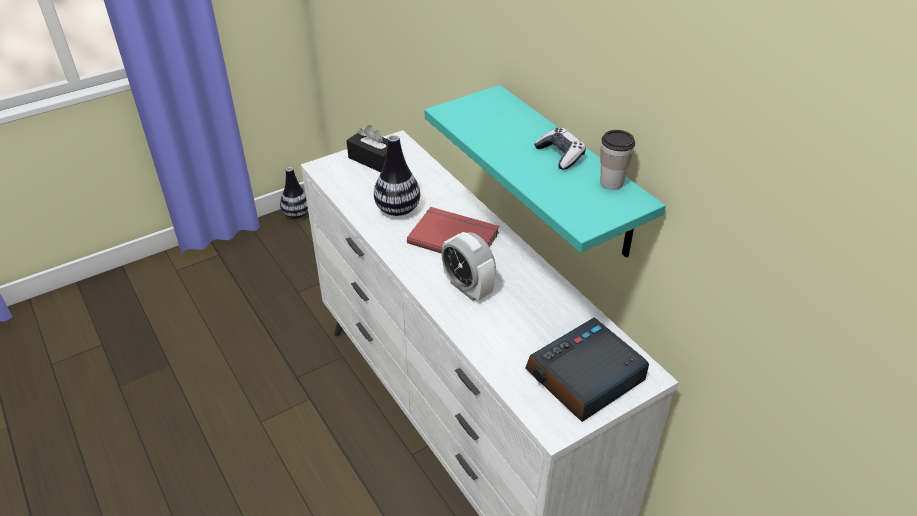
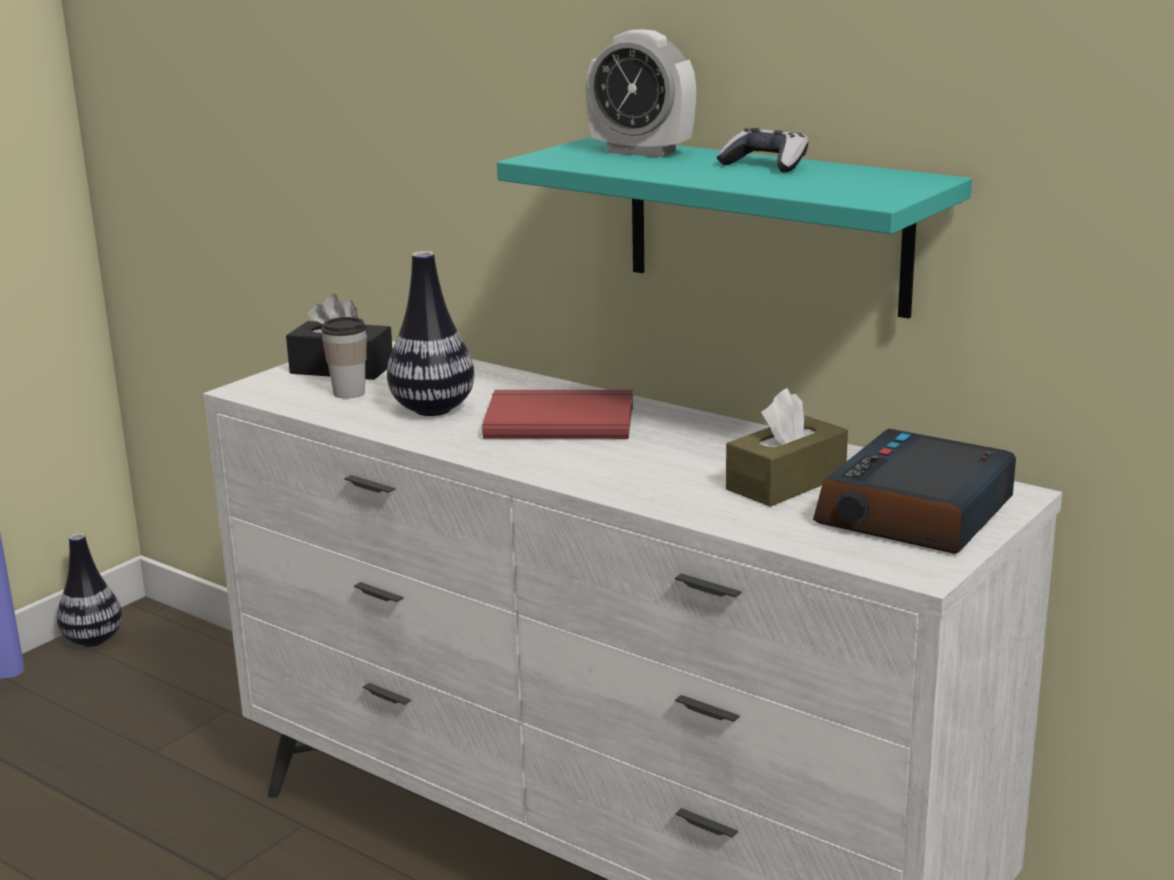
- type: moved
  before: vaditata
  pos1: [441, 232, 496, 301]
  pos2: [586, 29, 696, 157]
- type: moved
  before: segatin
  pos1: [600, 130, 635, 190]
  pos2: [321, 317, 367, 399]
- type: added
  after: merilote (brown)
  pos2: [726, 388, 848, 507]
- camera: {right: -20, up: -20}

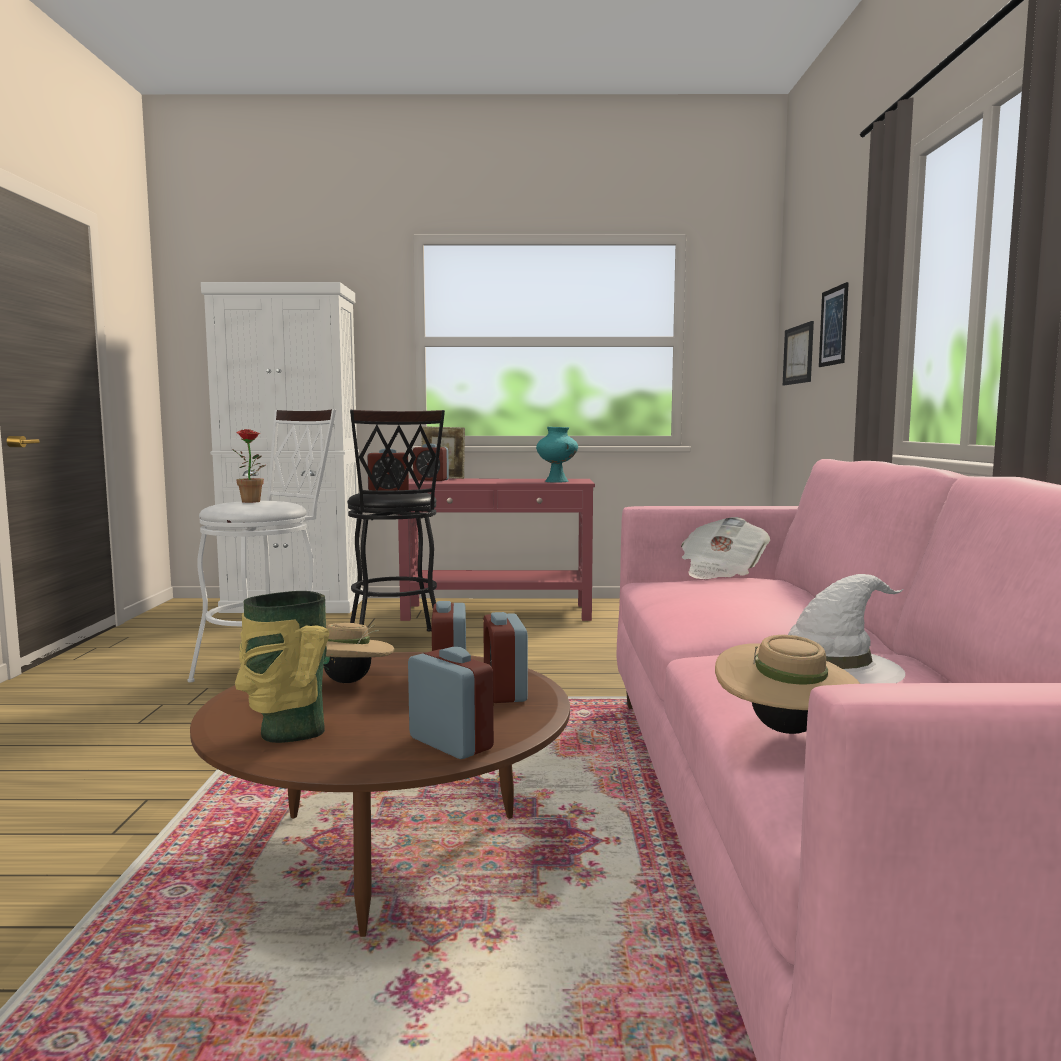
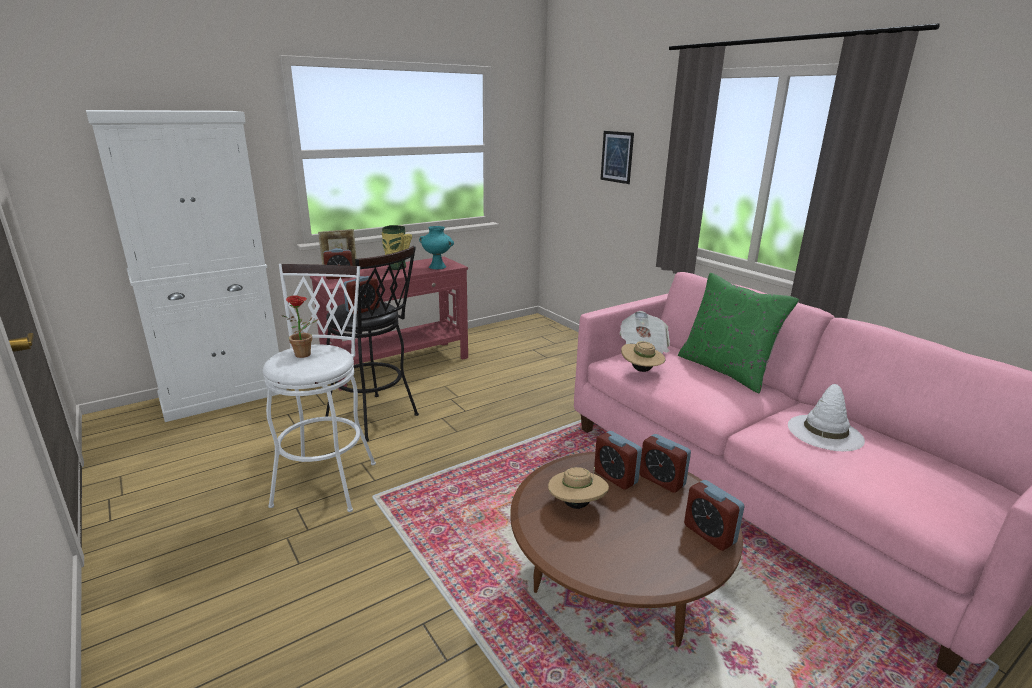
- type: moved
  before: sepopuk
  pos1: [235, 591, 329, 743]
  pos2: [382, 225, 412, 270]
- type: turned
  before: vaditata
  pos1: [408, 647, 494, 759]
  pos2: [684, 480, 745, 551]
  turn: -135
- type: moved
  before: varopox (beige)
  pos1: [715, 635, 860, 734]
  pos2: [621, 341, 666, 372]
- type: removed
  before: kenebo
  pos1: [783, 321, 814, 385]
- type: added
  after: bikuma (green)
  pos2: [678, 273, 799, 393]
- camera: {right: -35, up: 15}

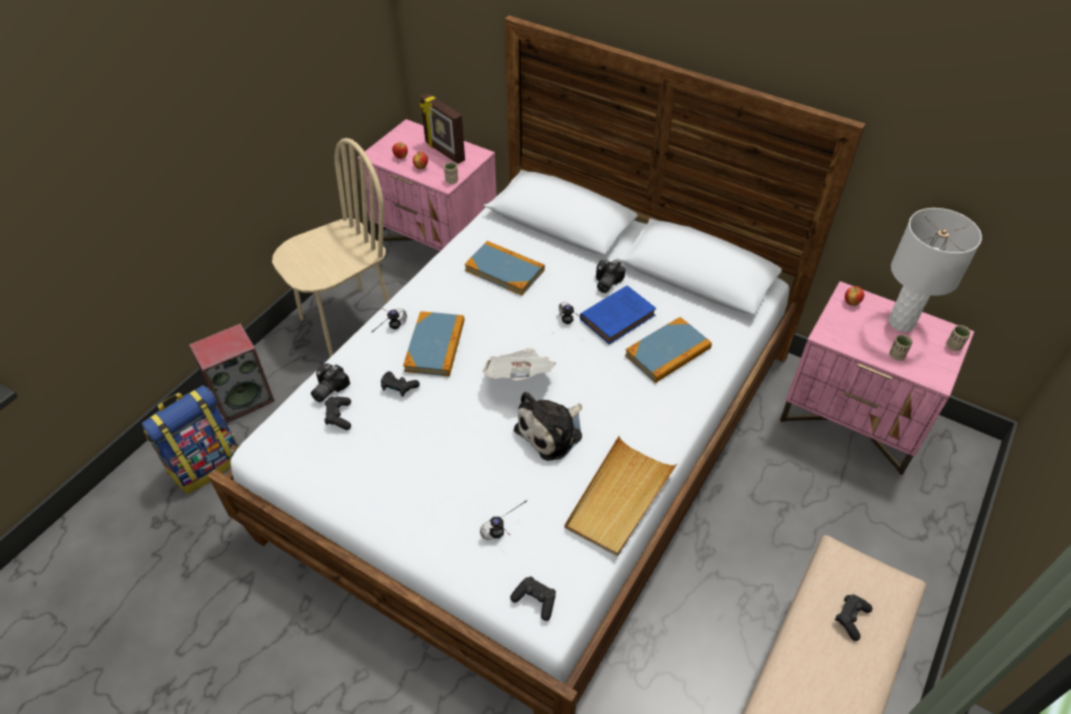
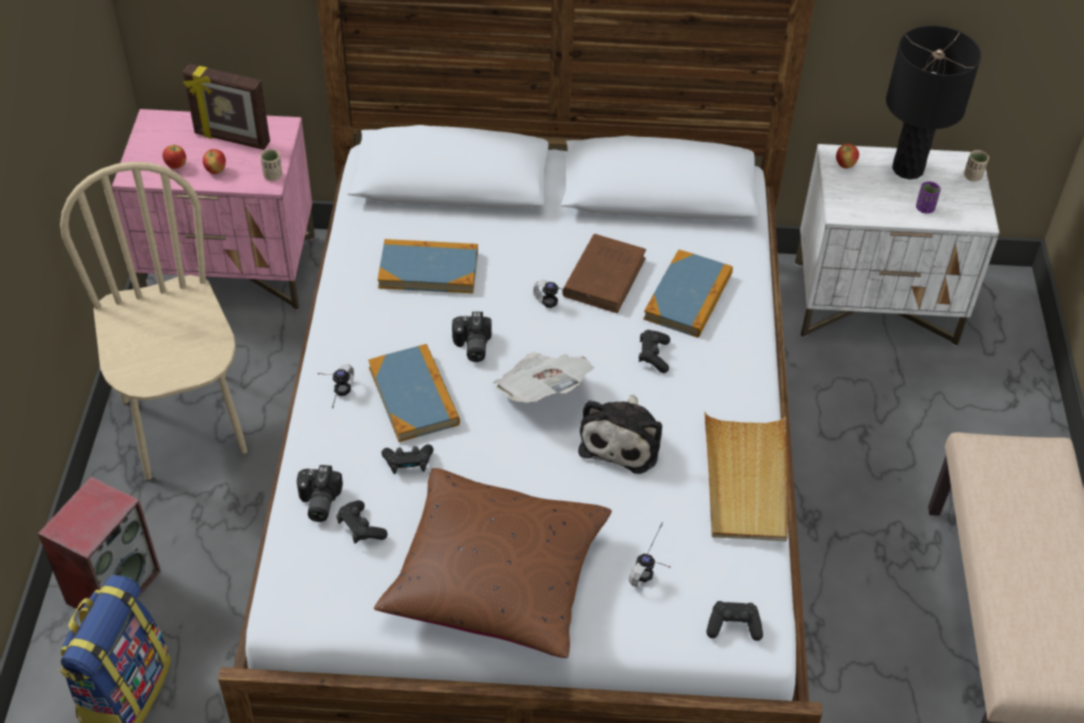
- type: turned
  before: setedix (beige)
  pos1: [272, 138, 389, 357]
  pos2: [60, 162, 247, 480]
  turn: -45
- type: recoloured
  before: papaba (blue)
  after: papaba (brown)
  pos1: [580, 285, 656, 345]
  pos2: [562, 234, 646, 313]
- type: moved
  before: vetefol
  pos1: [596, 260, 625, 293]
  pos2: [452, 312, 492, 362]
- type: recoloured
  before: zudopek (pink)
  after: zudopek (white)
  pos1: [780, 281, 974, 476]
  pos2: [795, 144, 999, 346]
- type: moved
  before: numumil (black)
  pos1: [835, 594, 873, 641]
  pos2: [639, 330, 670, 373]
- type: recoloured
  before: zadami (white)
  after: zadami (black)
  pos1: [889, 208, 982, 332]
  pos2: [886, 25, 981, 179]
- type: recoloured
  before: segatin (beige)
  after: segatin (purple)
  pos1: [889, 335, 913, 361]
  pos2: [916, 181, 941, 214]
- type: added
  after: bikuma (brown)
  pos2: [374, 468, 612, 658]
- camera: {right: -30, up: 0}

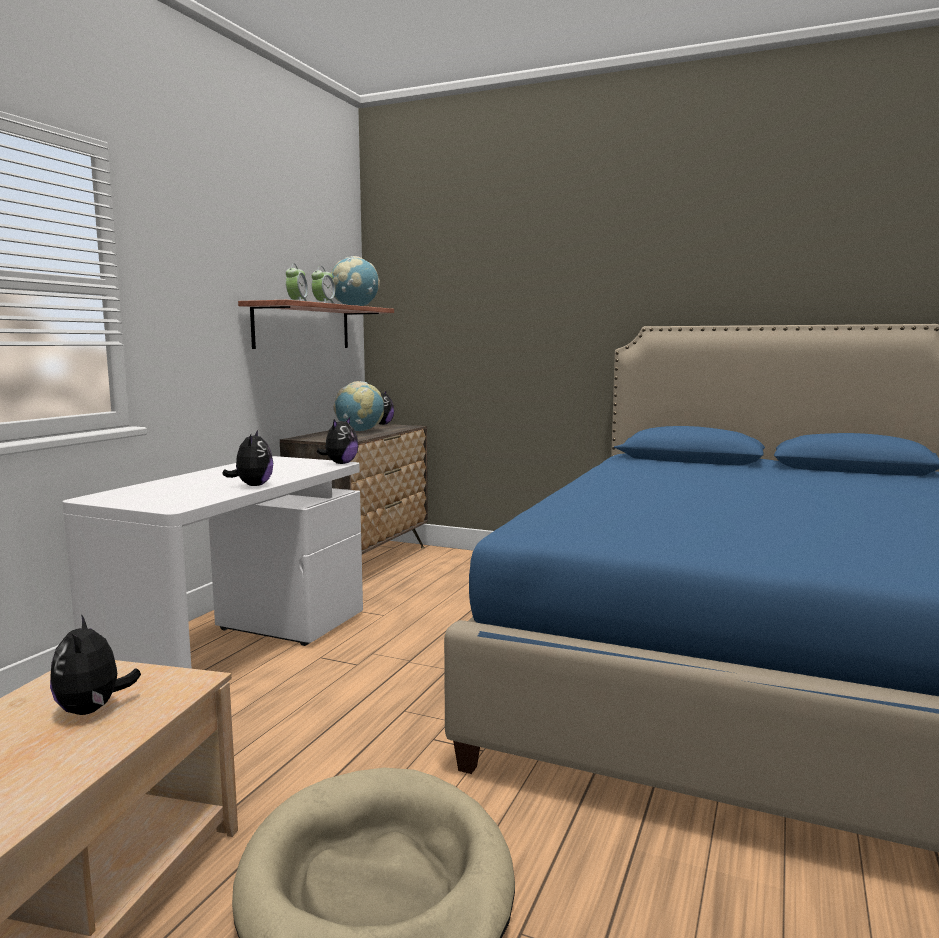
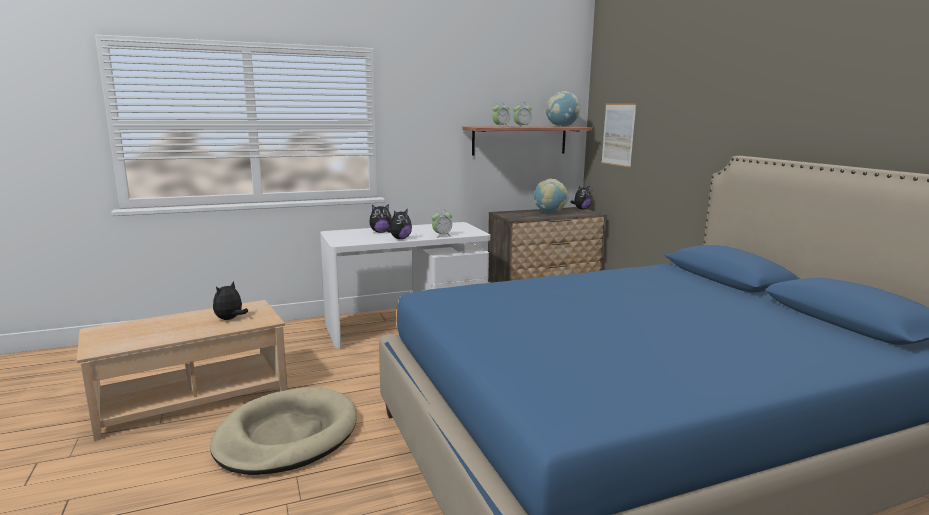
- type: moved
  before: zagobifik
  pos1: [317, 417, 359, 464]
  pos2: [369, 204, 392, 233]
- type: added
  after: vaditata
  pos2: [431, 209, 452, 238]
- type: added
  after: kenebo
  pos2: [601, 103, 637, 168]
- camera: {right: 45, up: 5}

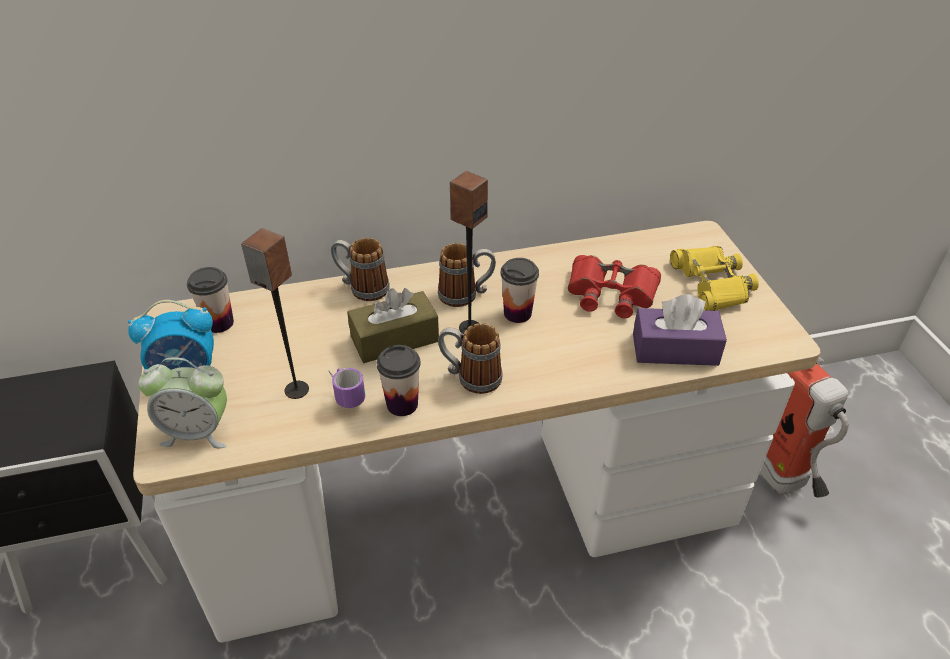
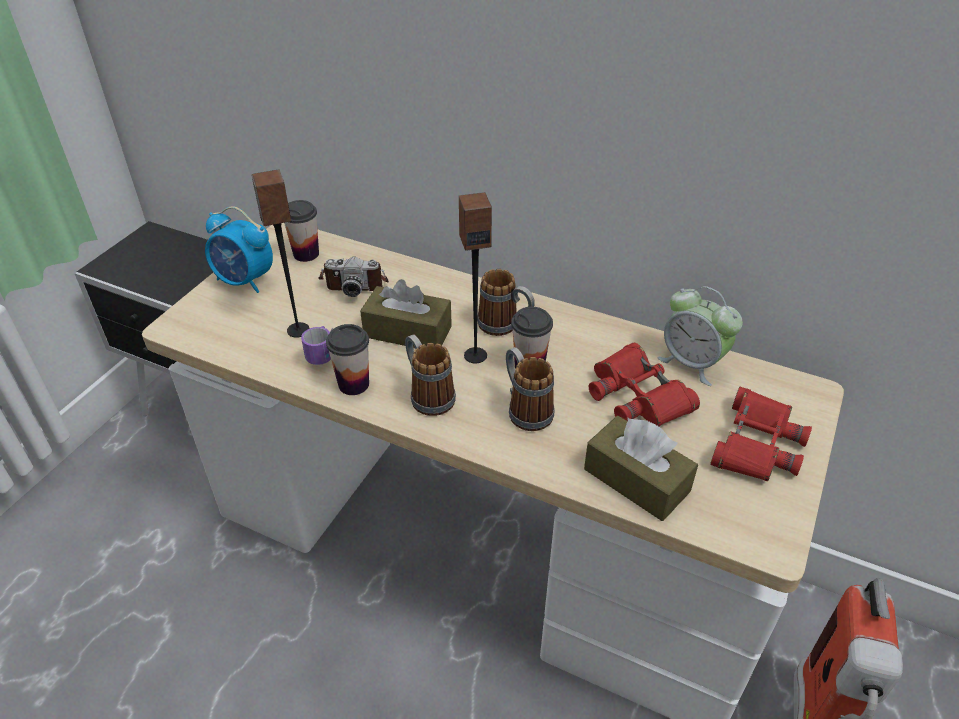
- type: moved
  before: vaditata
  pos1: [138, 357, 227, 448]
  pos2: [657, 286, 743, 386]
- type: moved
  before: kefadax
  pos1: [331, 238, 390, 301]
  pos2: [506, 347, 554, 431]
- type: recoloured
  before: merilote (purple)
  after: merilote (brown)
  pos1: [633, 294, 727, 366]
  pos2: [584, 416, 698, 521]
- type: recoloured
  before: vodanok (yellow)
  after: vodanok (red)
  pos1: [670, 246, 759, 311]
  pos2: [710, 387, 812, 481]
- type: added
  after: vetefol
  pos2: [319, 257, 389, 297]
- camera: {right: 40, up: 0}

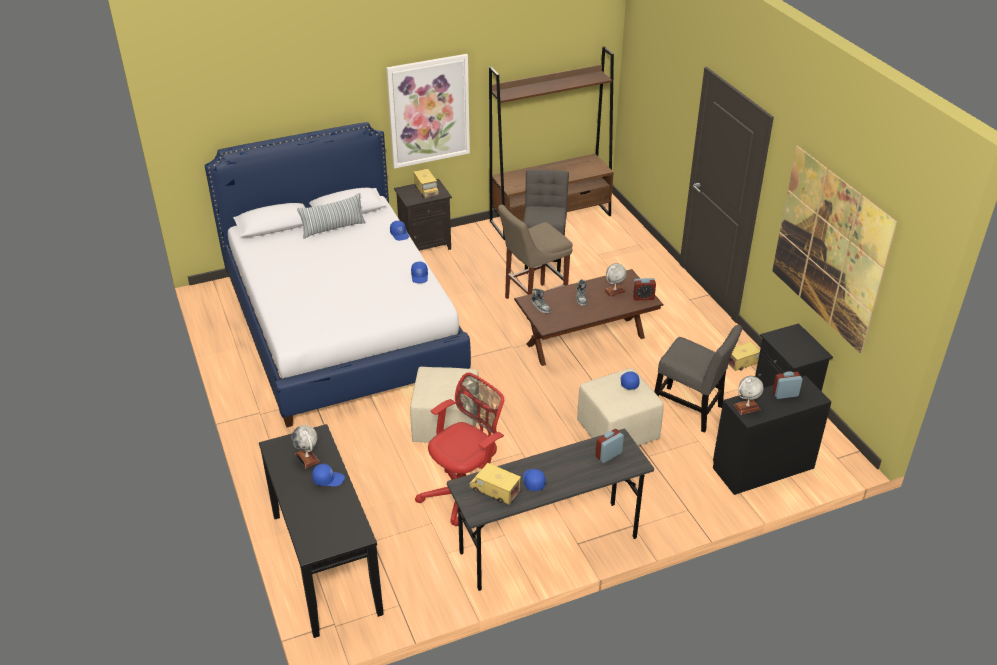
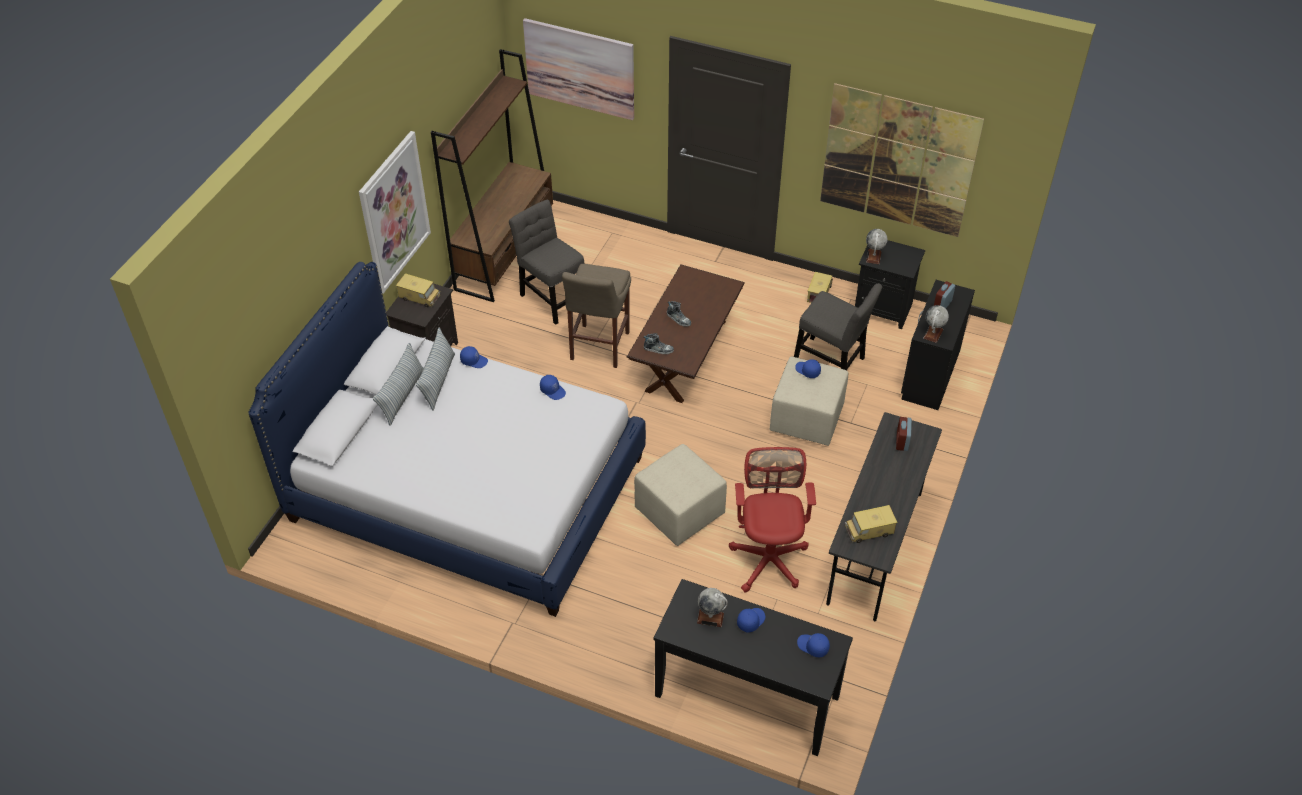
- type: moved
  before: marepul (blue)
  pos1: [523, 469, 546, 491]
  pos2: [797, 633, 830, 657]
- type: moved
  before: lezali
  pos1: [604, 263, 626, 297]
  pos2: [866, 229, 888, 264]
- type: removed
  before: vaditata
  pos1: [633, 278, 656, 300]
- type: turned
  before: setedix (grey)
  pos1: [654, 325, 742, 433]
  pos2: [794, 283, 882, 370]
  turn: 45
- type: added
  after: bikuma
  pos2: [416, 328, 455, 410]
- type: added
  after: kenebo
  pos2: [523, 18, 634, 120]
- camera: {right: -45, up: 10}

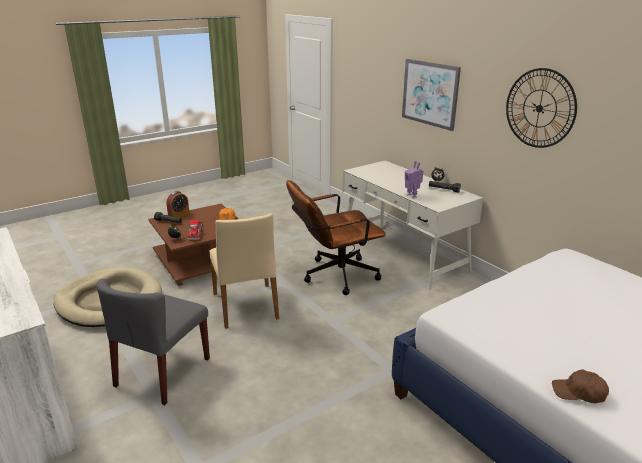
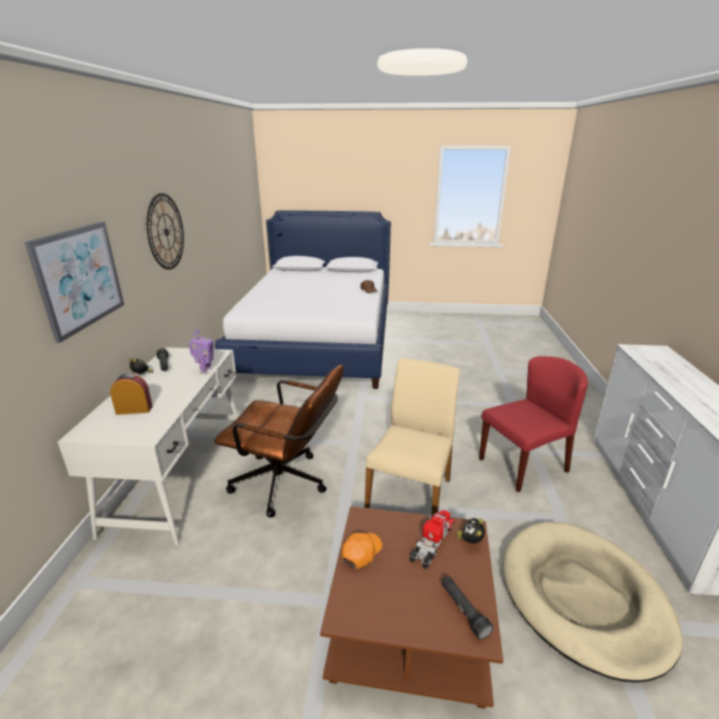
- type: recoloured
  before: setedix (grey)
  after: setedix (red)
  pos1: [96, 279, 210, 405]
  pos2: [479, 356, 588, 492]
- type: moved
  before: vaditata
  pos1: [166, 191, 190, 217]
  pos2: [110, 374, 152, 415]
- camera: {right: -140, up: 0}

